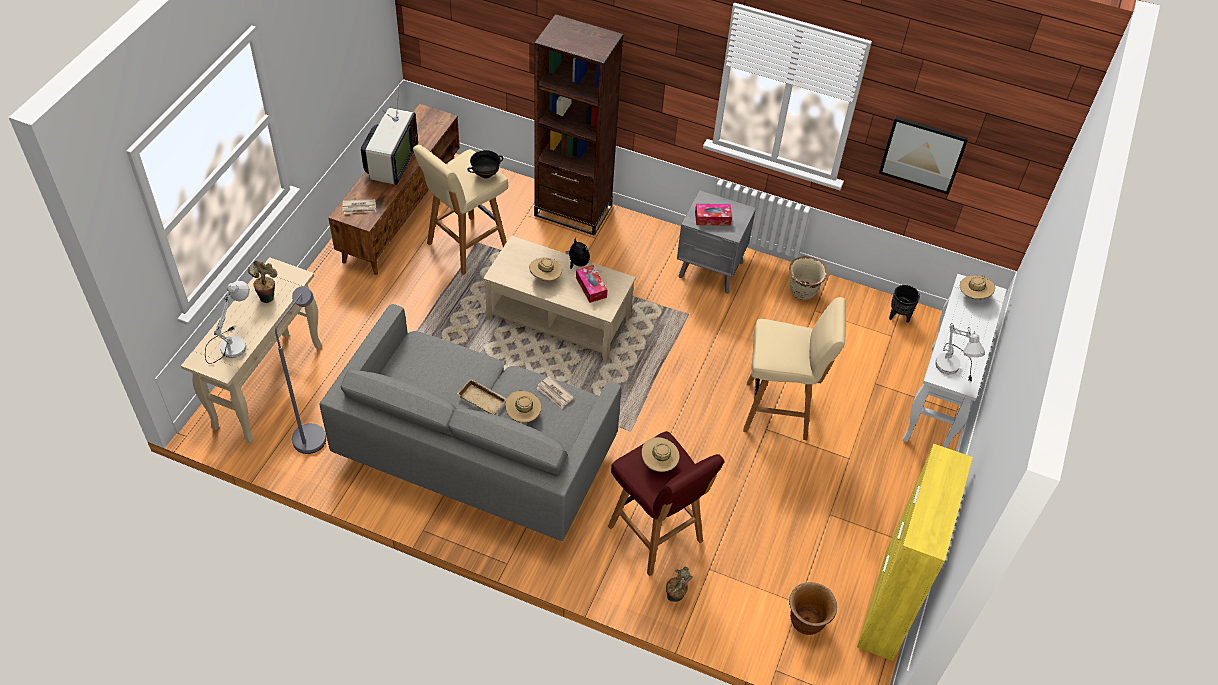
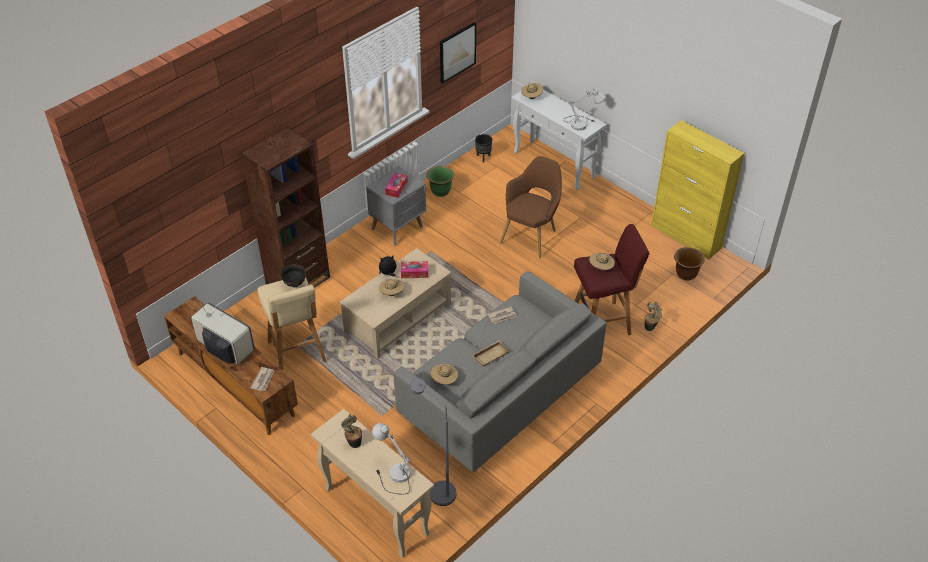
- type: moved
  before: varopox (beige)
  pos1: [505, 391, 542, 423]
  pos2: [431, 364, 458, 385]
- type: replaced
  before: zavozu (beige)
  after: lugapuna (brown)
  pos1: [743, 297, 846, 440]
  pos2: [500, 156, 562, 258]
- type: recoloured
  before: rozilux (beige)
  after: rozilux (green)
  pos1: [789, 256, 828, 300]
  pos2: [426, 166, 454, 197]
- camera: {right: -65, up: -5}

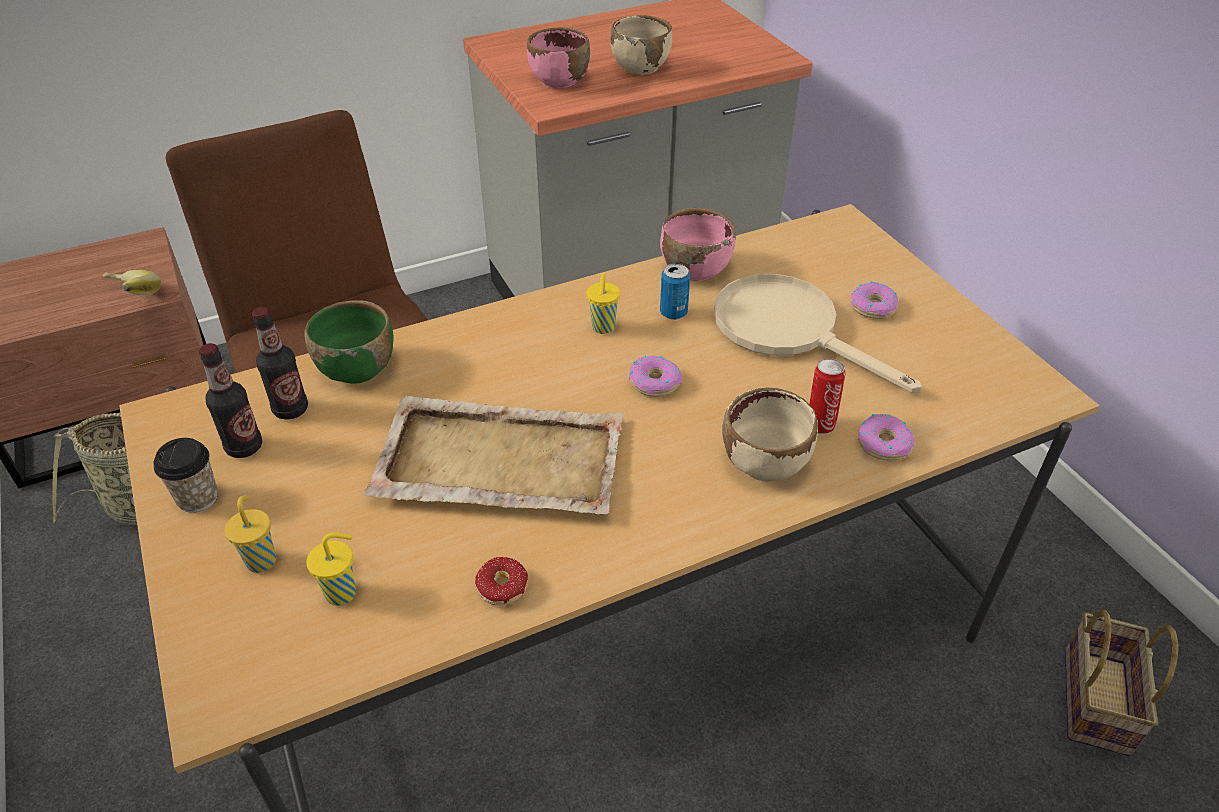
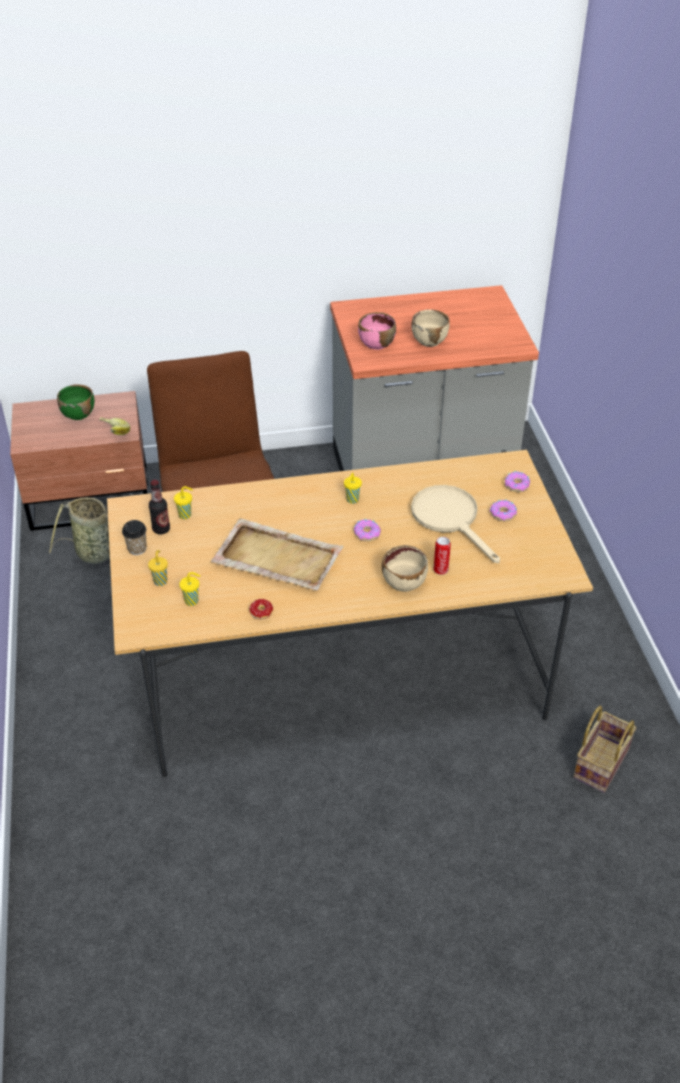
- type: replaced
  before: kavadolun
  after: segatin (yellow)
  pos1: [252, 307, 308, 420]
  pos2: [174, 486, 193, 519]
- type: moved
  before: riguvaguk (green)
  pos1: [304, 301, 393, 384]
  pos2: [57, 385, 95, 420]
- type: removed
  before: riguvaguk (pink)
  pos1: [660, 208, 736, 281]
- type: removed
  before: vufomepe
  pos1: [660, 263, 690, 320]
- type: moved
  before: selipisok
  pos1: [858, 414, 914, 460]
  pos2: [505, 471, 530, 492]
- camera: {right: 15, up: 0}

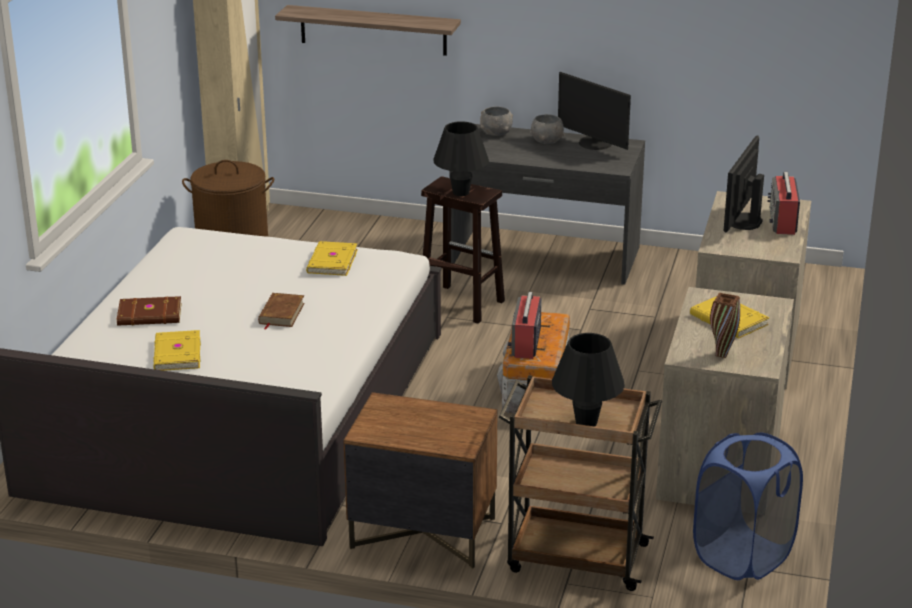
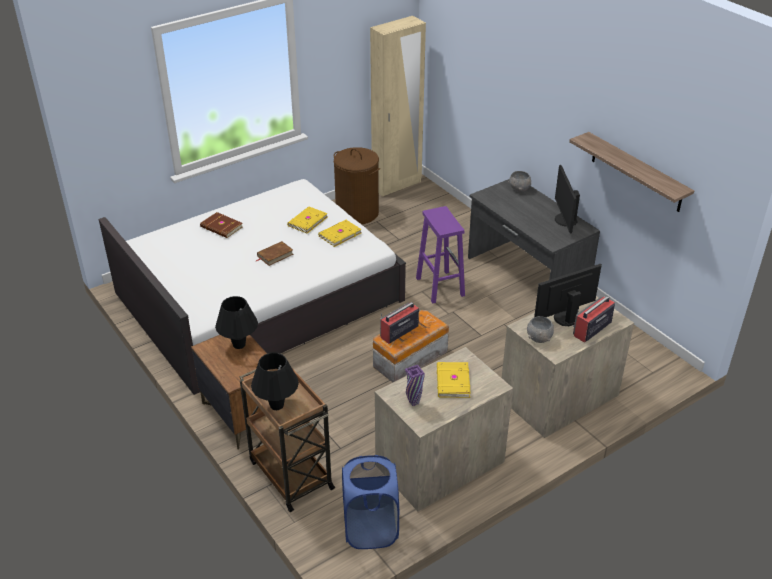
- type: moved
  before: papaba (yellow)
  pos1: [153, 330, 201, 371]
  pos2: [287, 207, 328, 234]
- type: moved
  before: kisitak
  pos1: [275, 5, 461, 56]
  pos2: [569, 132, 694, 212]
- type: recoloured
  before: zavozu (brown)
  after: zavozu (purple)
  pos1: [421, 176, 505, 324]
  pos2: [416, 206, 465, 304]
- type: moved
  before: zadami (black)
  pos1: [433, 121, 489, 196]
  pos2: [215, 296, 258, 349]
- type: moved
  before: riguvaguk (grey)
  pos1: [530, 114, 565, 144]
  pos2: [527, 316, 554, 343]
- type: recoloured
  before: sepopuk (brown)
  after: sepopuk (purple)
  pos1: [710, 293, 740, 358]
  pos2: [405, 365, 425, 406]
- camera: {right: 40, up: 10}

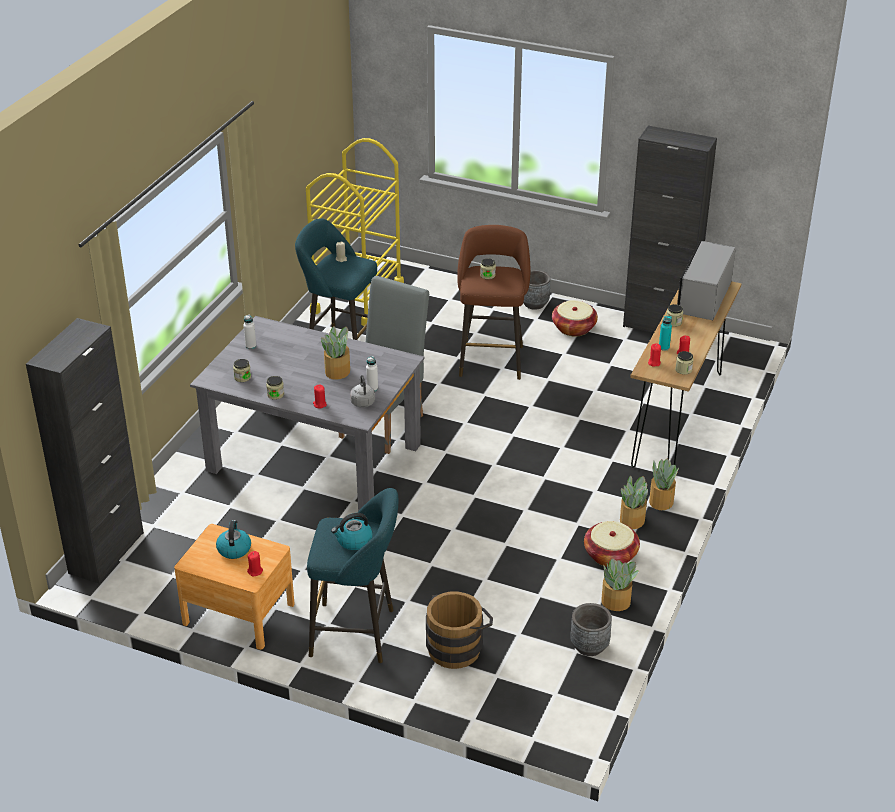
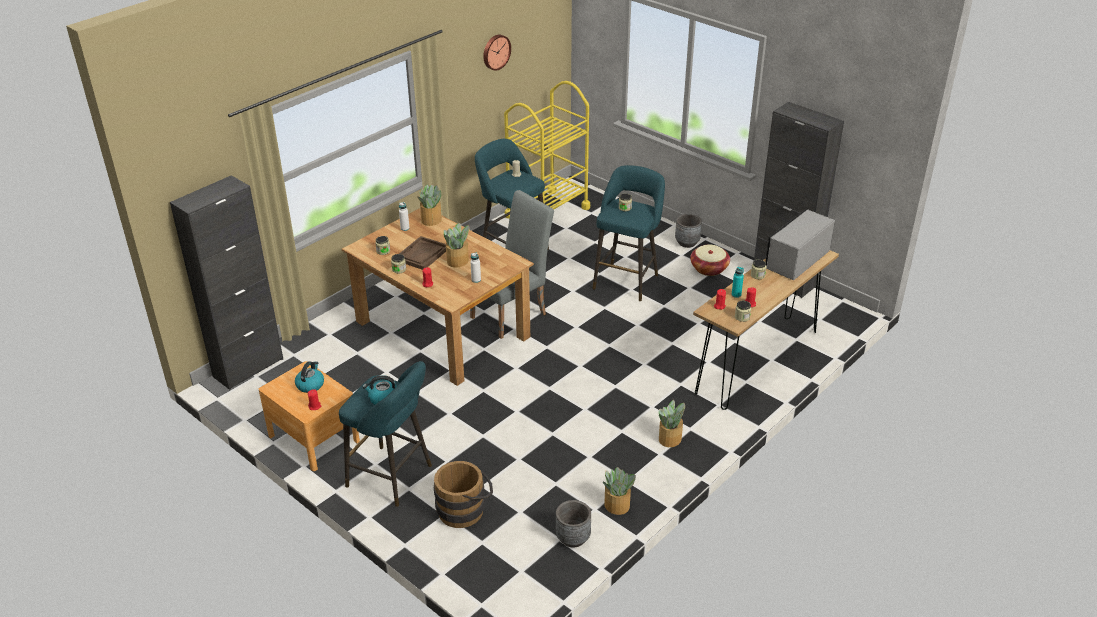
- type: recoloured
  before: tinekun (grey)
  after: tinekun (brown)
  pos1: [190, 316, 425, 511]
  pos2: [342, 208, 534, 386]
- type: removed
  before: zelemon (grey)
  pos1: [350, 375, 375, 408]
- type: recoloured
  before: zavozu (brown)
  after: zavozu (turquoise)
  pos1: [457, 225, 530, 380]
  pos2: [593, 165, 665, 301]
- type: removed
  before: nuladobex
  pos1: [584, 521, 640, 567]
- type: moved
  before: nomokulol
  pos1: [649, 459, 679, 510]
  pos2: [417, 185, 442, 226]
- type: added
  after: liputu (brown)
  pos2: [399, 236, 446, 270]
- type: added
  after: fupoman
  pos2: [483, 35, 511, 71]
- camera: {right: 20, up: 0}

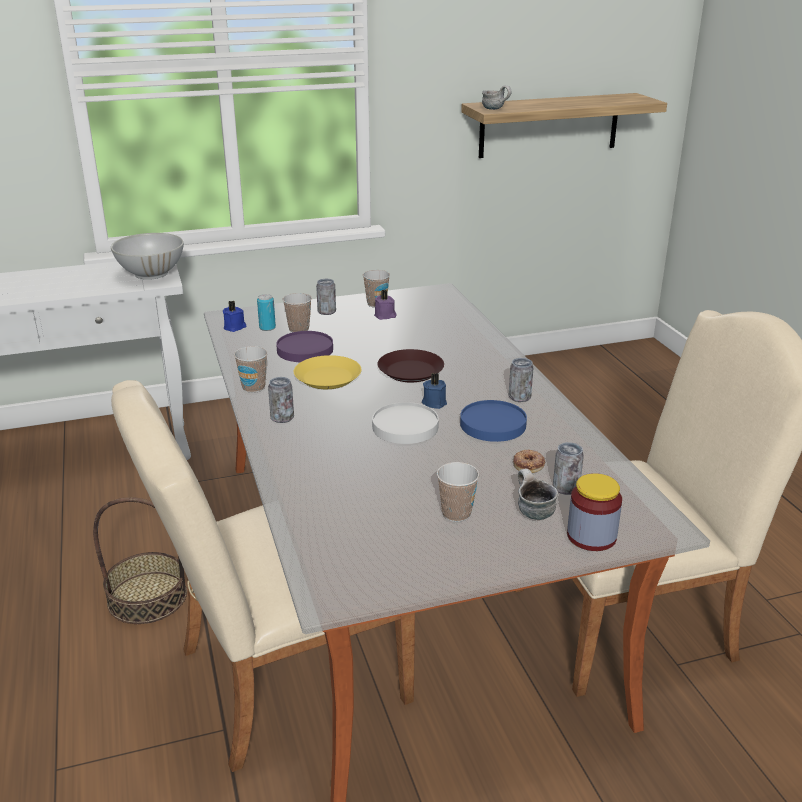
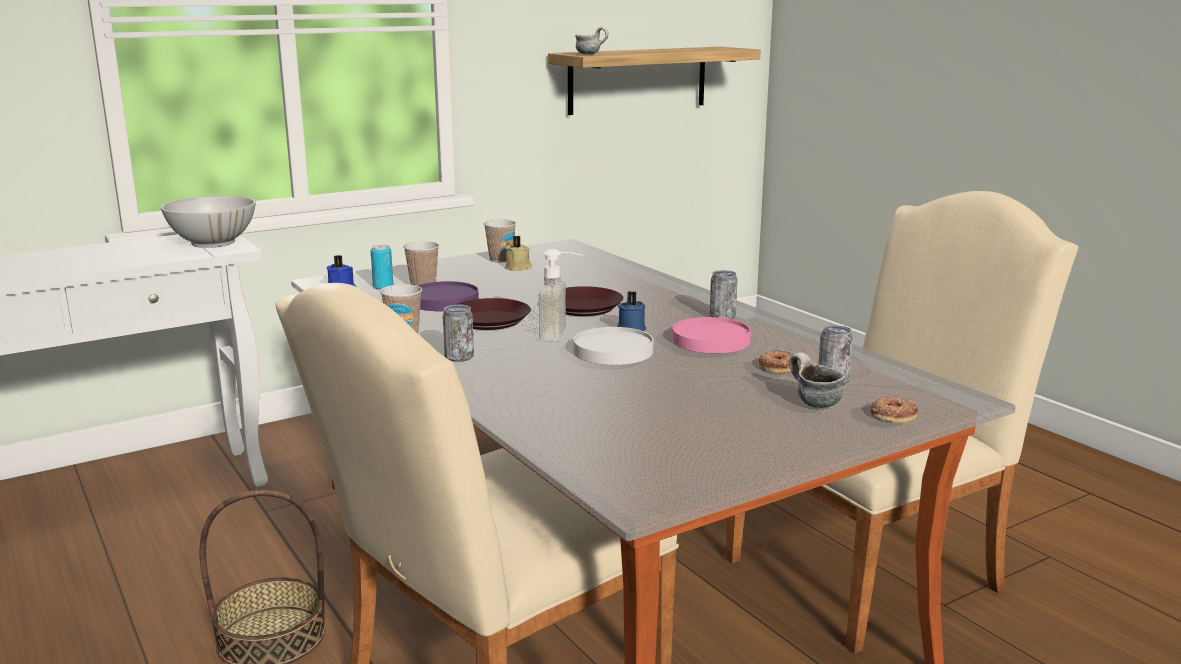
- type: recoloured
  before: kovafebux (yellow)
  after: kovafebux (brown)
  pos1: [294, 355, 361, 389]
  pos2: [455, 298, 531, 330]
- type: removed
  before: vufomepe
  pos1: [316, 279, 336, 315]
- type: recoloured
  before: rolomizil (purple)
  after: rolomizil (beige)
  pos1: [374, 290, 397, 320]
  pos2: [505, 236, 532, 271]
- type: removed
  before: segatin
  pos1: [437, 462, 479, 522]
- type: recoloured
  before: kovafebux (blue)
  after: kovafebux (pink)
  pos1: [460, 400, 527, 442]
  pos2: [673, 317, 751, 353]
- type: replaced
  before: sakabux
  after: selipisok
  pos1: [567, 473, 622, 551]
  pos2: [870, 396, 918, 423]
- type: added
  after: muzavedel
  pos2: [538, 249, 583, 342]
- camera: {right: -15, up: -10}

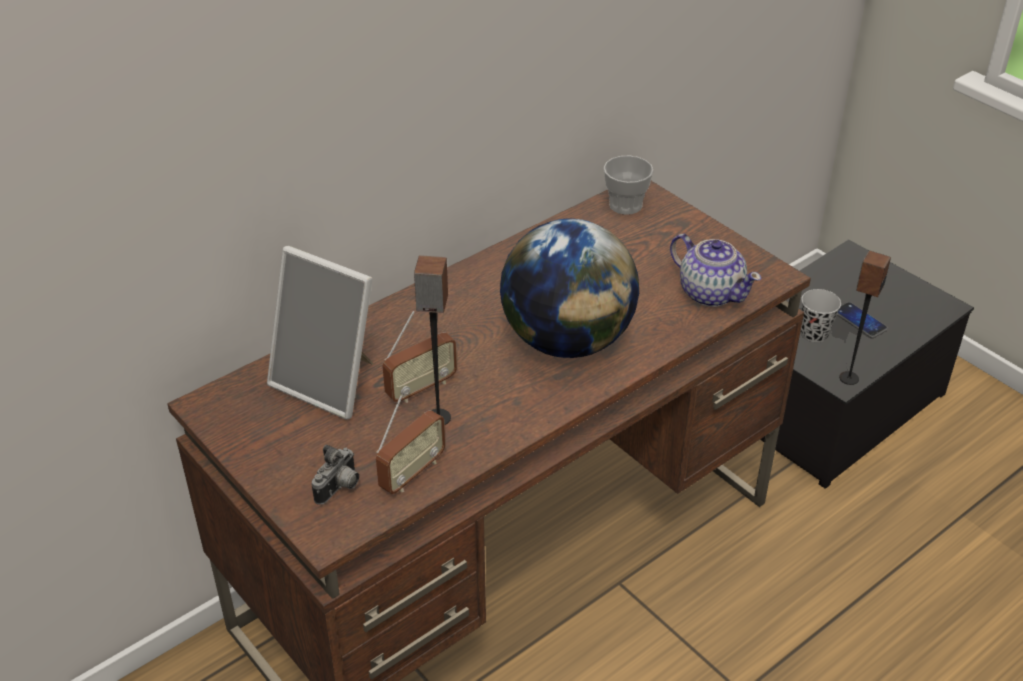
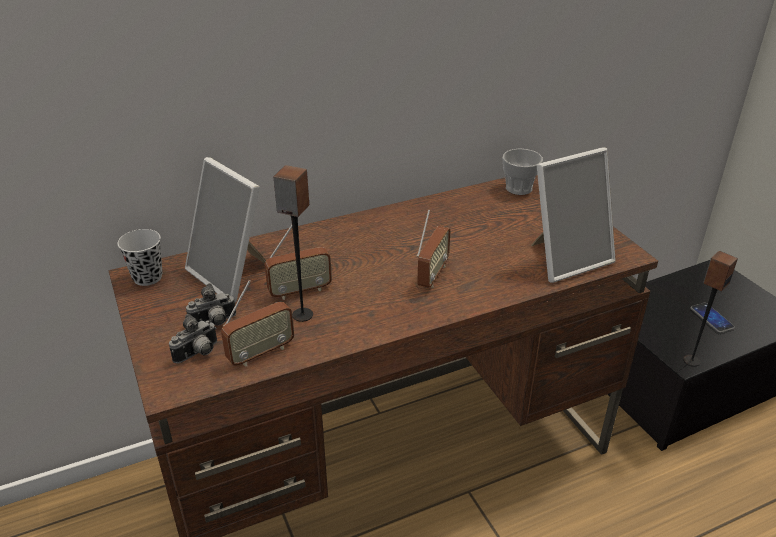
- type: replaced
  before: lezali
  after: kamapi
  pos1: [500, 219, 639, 358]
  pos2: [417, 209, 451, 288]
- type: replaced
  before: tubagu
  after: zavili
  pos1: [670, 234, 761, 307]
  pos2: [531, 147, 616, 283]
- type: moved
  before: segatin (black)
  pos1: [801, 289, 841, 343]
  pos2: [118, 229, 163, 286]
- type: added
  after: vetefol
  pos2: [186, 283, 236, 326]
- camera: {right: 15, up: -5}

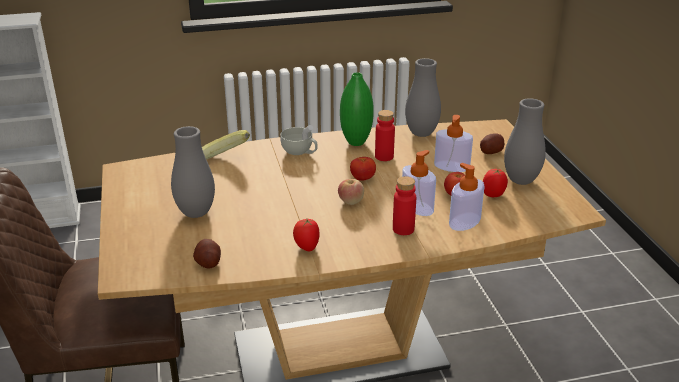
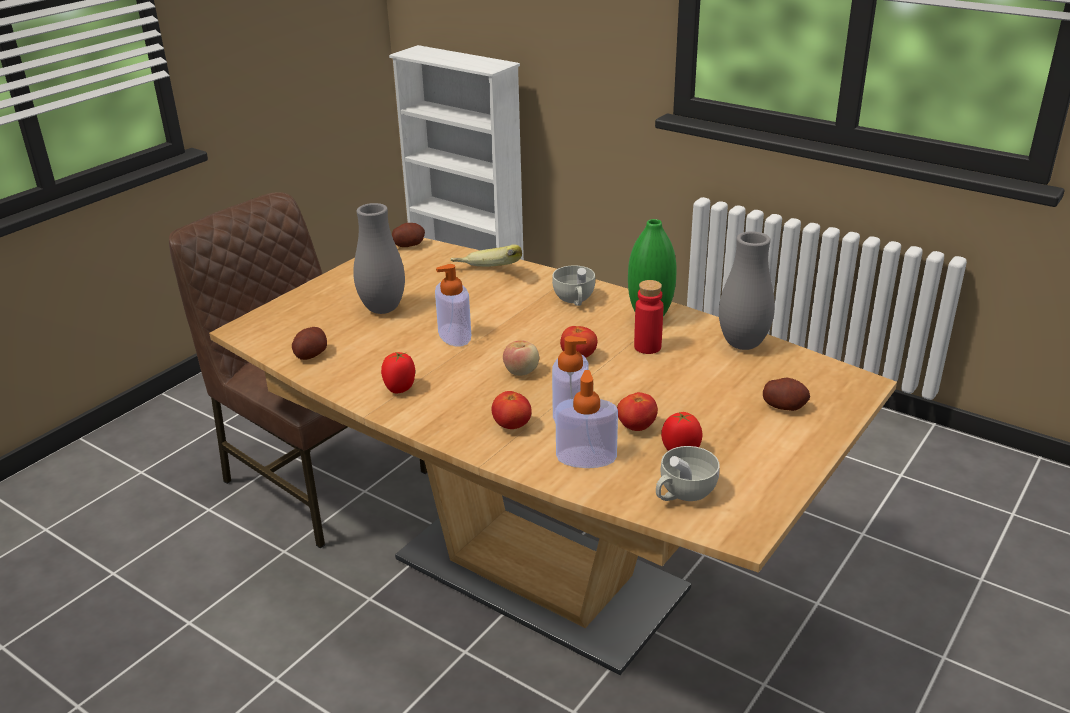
- type: replaced
  before: kavadolun (red)
  after: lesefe
  pos1: [393, 176, 416, 235]
  pos2: [491, 391, 532, 429]
- type: moved
  before: muzavedel
  pos1: [434, 115, 473, 172]
  pos2: [435, 264, 471, 347]
- type: removed
  before: sepopuk (grey)
  pos1: [504, 98, 546, 185]
- type: added
  after: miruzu
  pos2: [392, 223, 425, 247]
- type: added
  after: segatin (white)
  pos2: [656, 446, 720, 501]
- camera: {right: 50, up: 0}

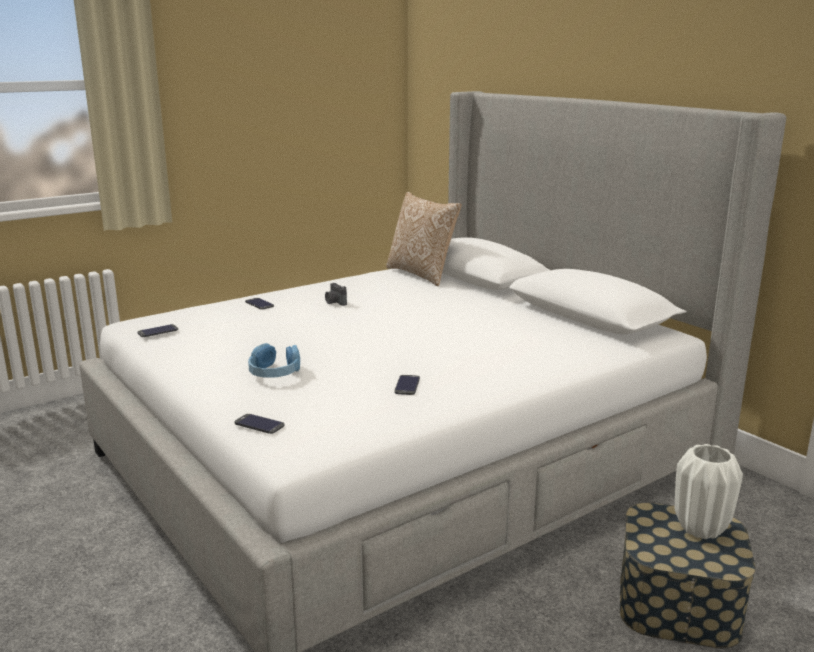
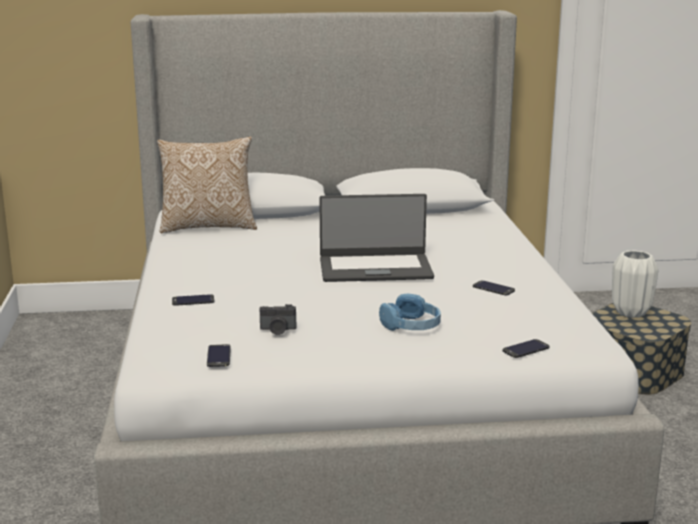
- type: moved
  before: vetefol
  pos1: [325, 283, 347, 306]
  pos2: [260, 304, 296, 335]
- type: added
  after: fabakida
  pos2: [319, 194, 434, 282]
- camera: {right: -60, up: 0}

